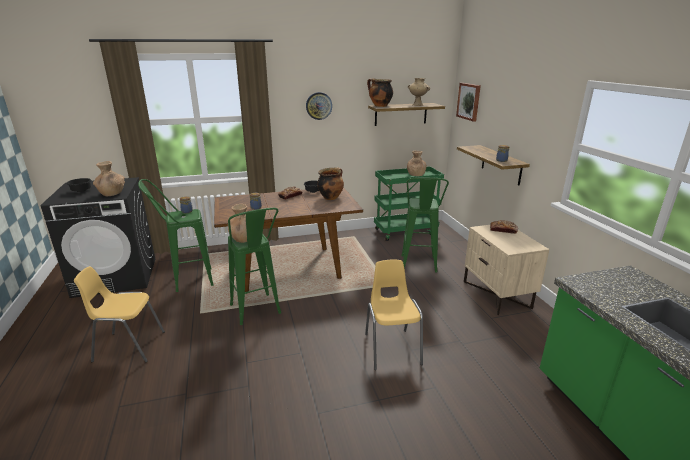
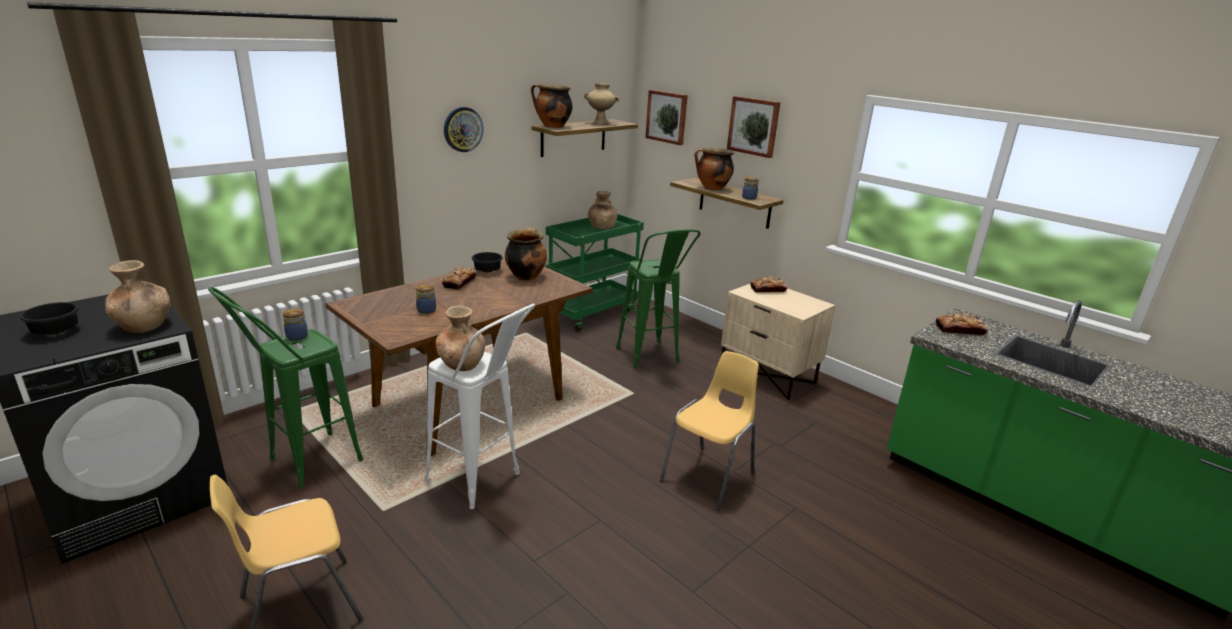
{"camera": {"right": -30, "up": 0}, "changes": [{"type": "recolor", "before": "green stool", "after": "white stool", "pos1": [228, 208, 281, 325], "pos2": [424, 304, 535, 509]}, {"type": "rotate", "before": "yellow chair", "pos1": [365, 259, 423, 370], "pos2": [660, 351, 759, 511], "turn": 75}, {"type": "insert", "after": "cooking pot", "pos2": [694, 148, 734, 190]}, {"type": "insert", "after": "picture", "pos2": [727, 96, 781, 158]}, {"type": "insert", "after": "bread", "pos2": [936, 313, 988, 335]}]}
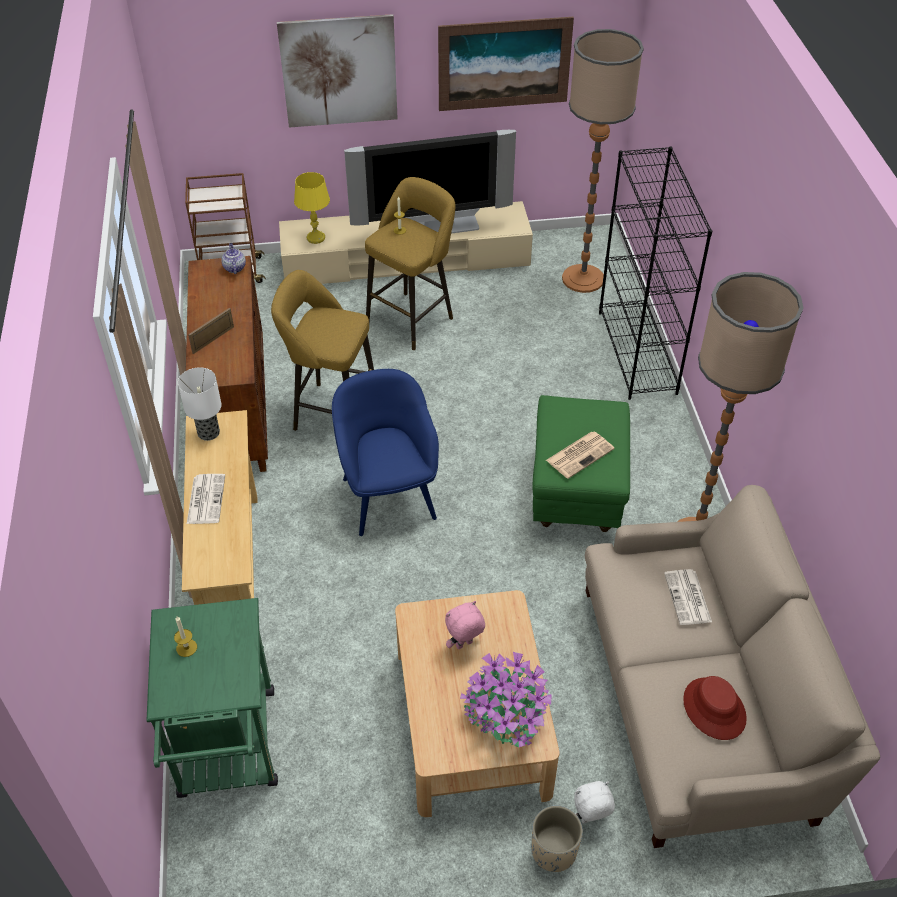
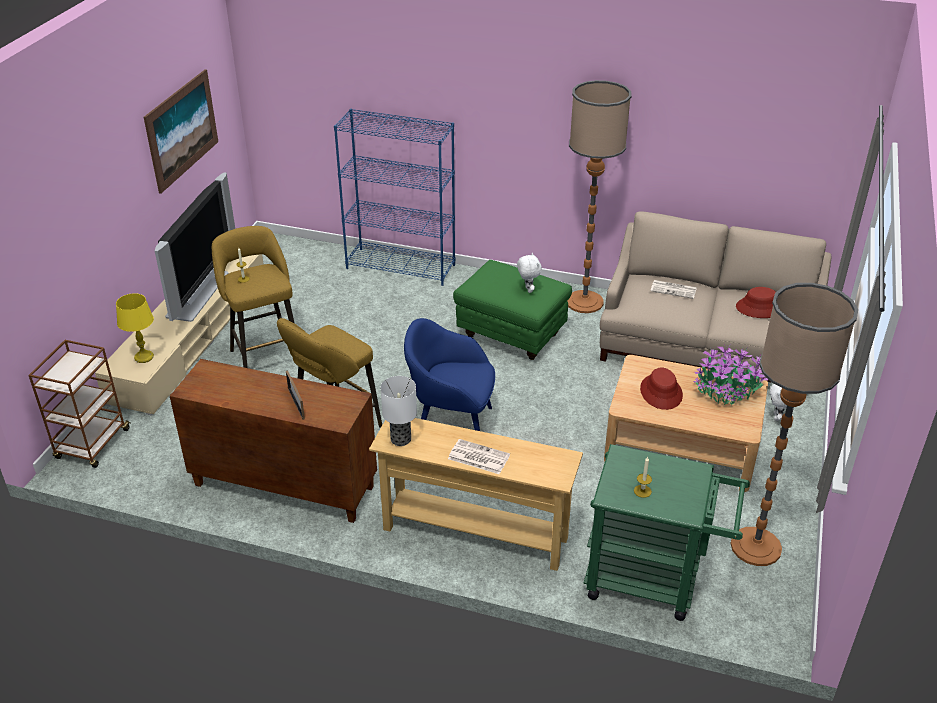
{"camera": {"right": -65, "up": -10}, "changes": [{"type": "delete", "before": "teapot", "pos1": [221, 243, 246, 274]}, {"type": "delete", "before": "picture", "pos1": [277, 14, 398, 127]}, {"type": "replace", "before": "pink plush toy", "after": "red hat", "pos1": [445, 601, 485, 649], "pos2": [640, 368, 683, 410]}, {"type": "delete", "before": "beige planter", "pos1": [531, 806, 583, 872]}, {"type": "replace", "before": "newspaper", "after": "white plush toy", "pos1": [546, 431, 614, 479], "pos2": [517, 253, 542, 293]}, {"type": "move", "before": "floor lamp", "pos1": [562, 29, 644, 293], "pos2": [730, 283, 858, 566]}, {"type": "recolor", "before": "black bookcase", "after": "blue bookcase", "pos1": [599, 146, 712, 400], "pos2": [334, 109, 455, 286]}]}
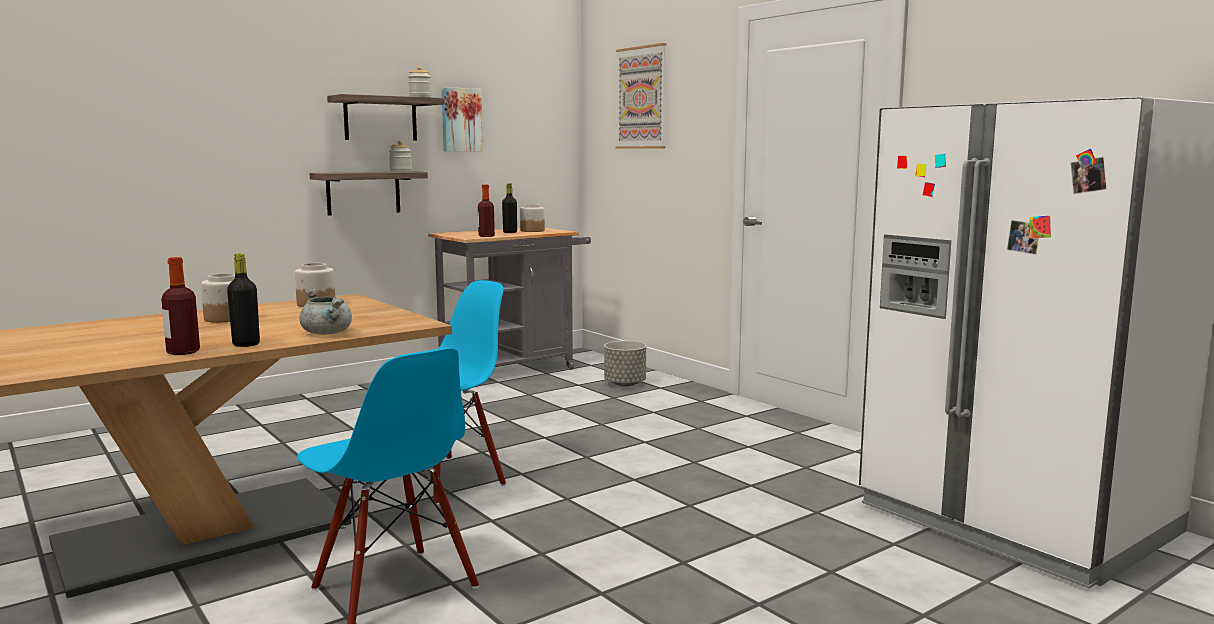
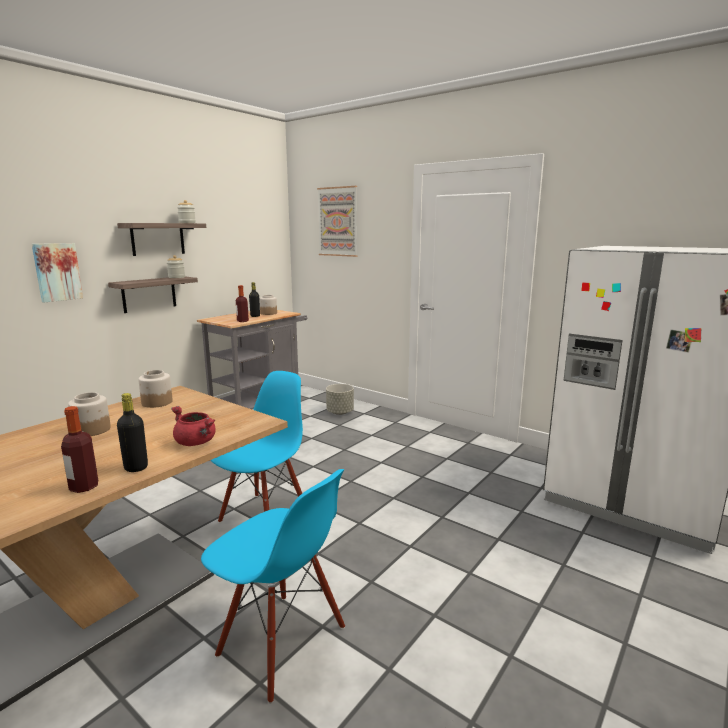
{"camera": {"right": -15, "up": 5}, "changes": [{"type": "recolor", "before": "grey cooking pot", "after": "red cooking pot", "pos1": [299, 288, 352, 334], "pos2": [171, 406, 216, 446]}, {"type": "move", "before": "picture", "pos1": [442, 87, 483, 152], "pos2": [32, 243, 83, 302]}]}
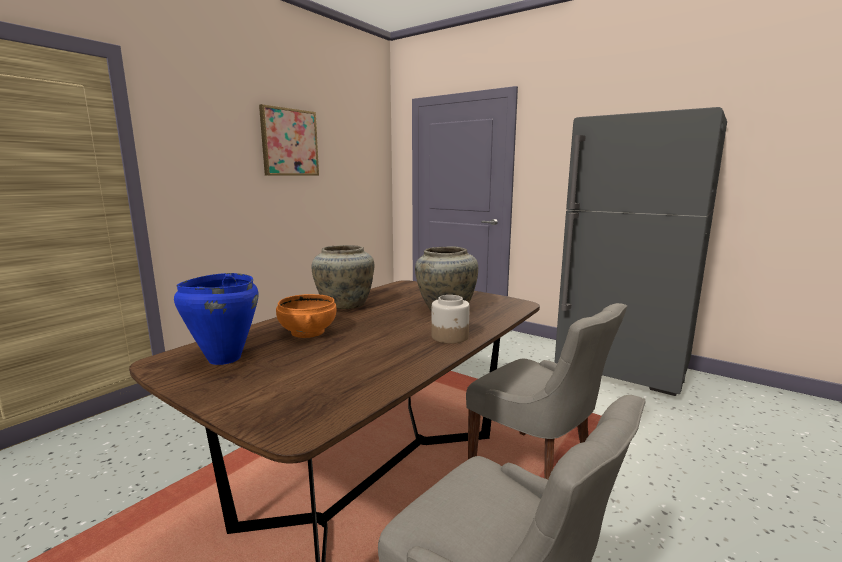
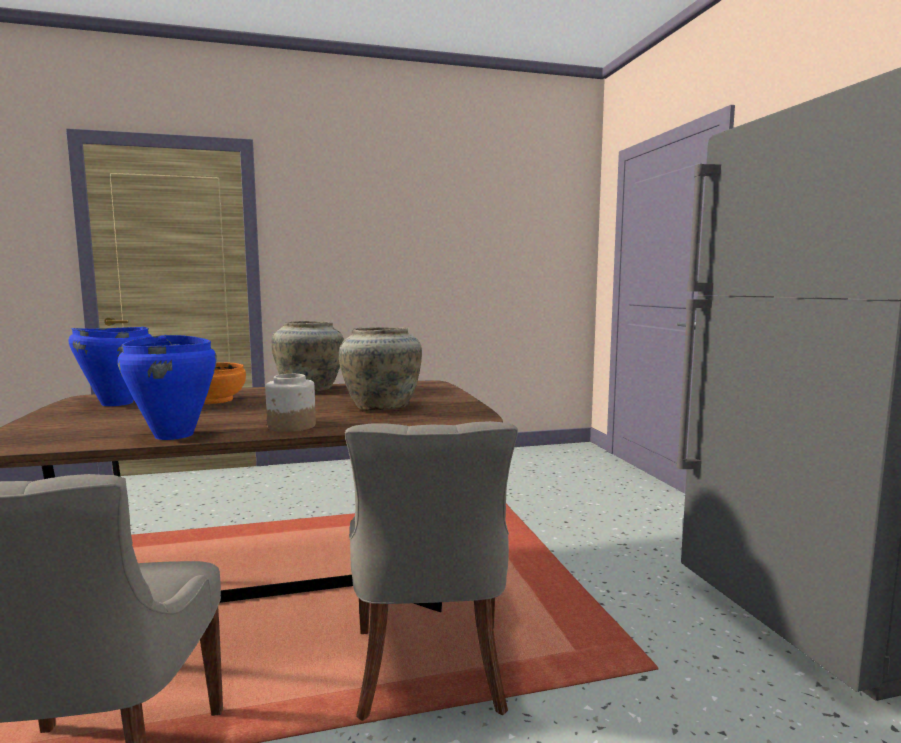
{"camera": {"right": 40, "up": -5}, "changes": [{"type": "delete", "before": "picture", "pos1": [259, 104, 319, 176]}, {"type": "insert", "after": "blue cooking pot", "pos2": [118, 335, 217, 440]}]}
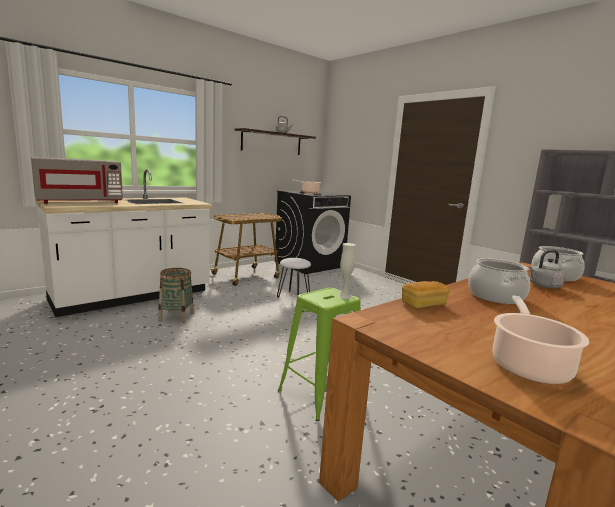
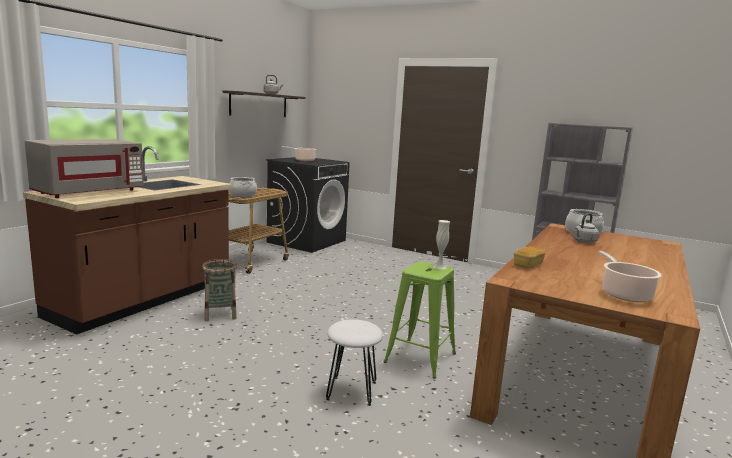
{"camera": {"right": -20, "up": 0}, "changes": [{"type": "recolor", "before": "white counter", "after": "brown counter", "pos1": [35, 169, 212, 317], "pos2": [23, 146, 233, 335]}, {"type": "move", "before": "white stool", "pos1": [277, 258, 311, 298], "pos2": [326, 319, 383, 406]}, {"type": "move", "before": "cooking pot", "pos1": [468, 258, 530, 304], "pos2": [229, 177, 257, 197]}]}
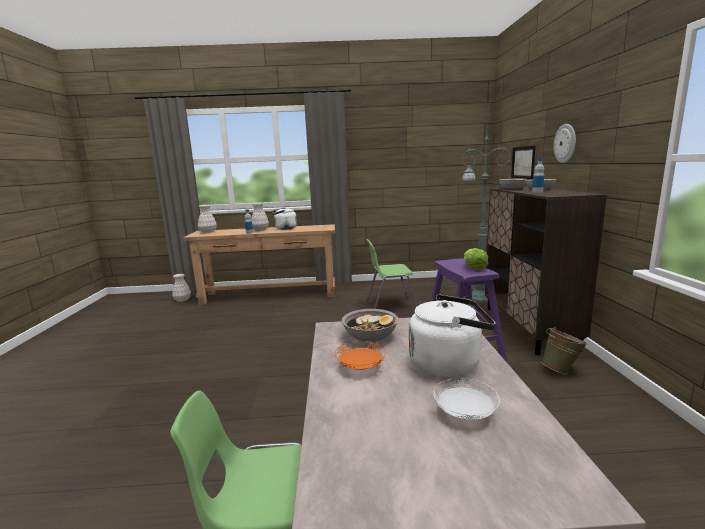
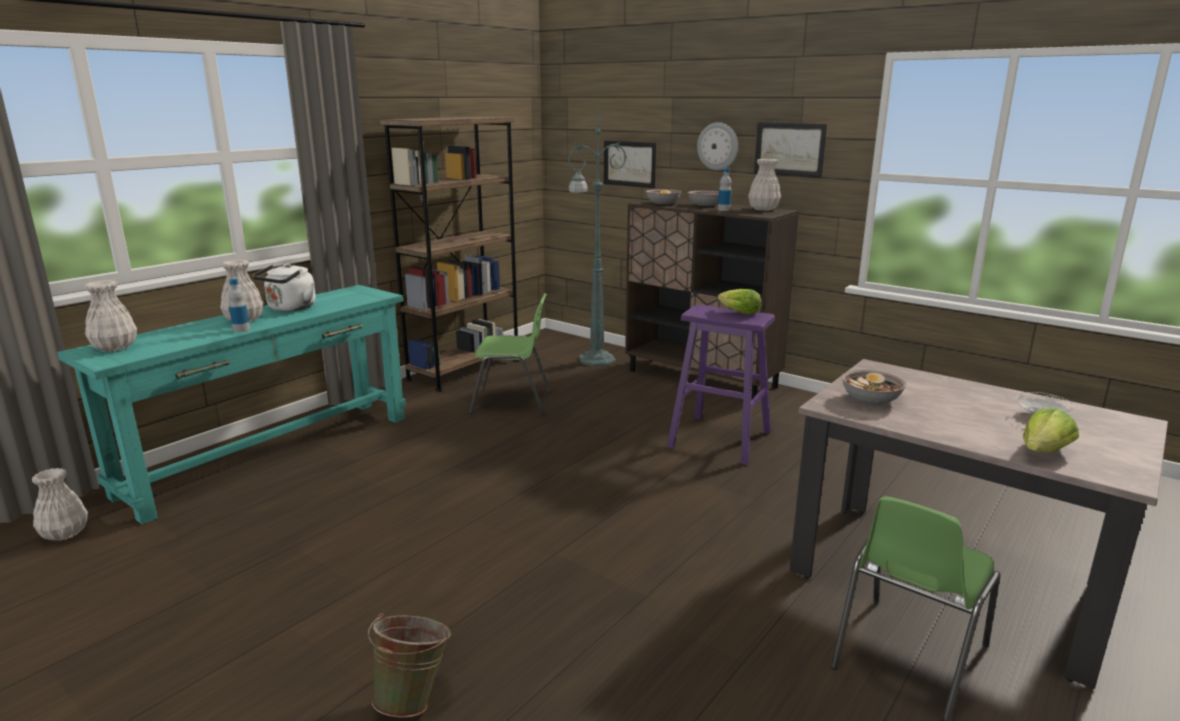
{"camera": {"right": -50, "up": 5}, "changes": [{"type": "recolor", "before": "brown console table", "after": "turquoise console table", "pos1": [183, 224, 335, 304], "pos2": [57, 285, 406, 525]}, {"type": "delete", "before": "orange plate", "pos1": [335, 341, 386, 370]}, {"type": "rotate", "before": "green chair", "pos1": [366, 239, 418, 309], "pos2": [469, 293, 551, 415], "turn": -120}, {"type": "delete", "before": "white kettle", "pos1": [409, 294, 496, 377]}, {"type": "move", "before": "green bucket", "pos1": [541, 327, 588, 374], "pos2": [368, 613, 451, 718]}, {"type": "insert", "after": "brown bookcase", "pos2": [380, 117, 520, 392]}, {"type": "insert", "after": "white vase", "pos2": [748, 159, 781, 211]}, {"type": "insert", "after": "picture", "pos2": [754, 122, 827, 177]}, {"type": "insert", "after": "lettuce", "pos2": [1023, 408, 1079, 453]}]}
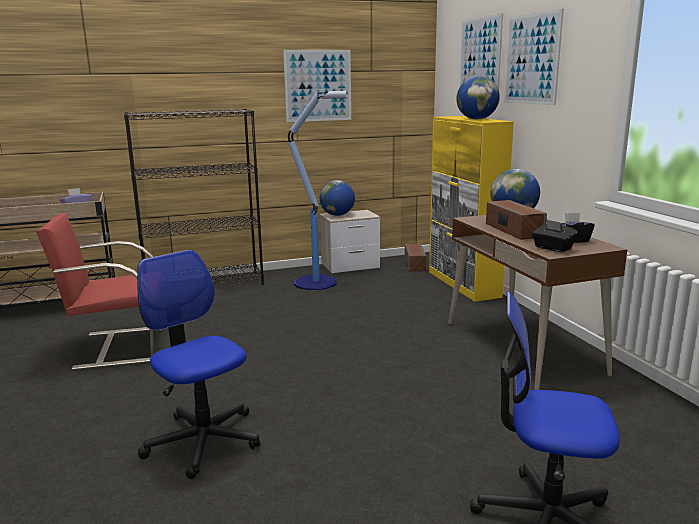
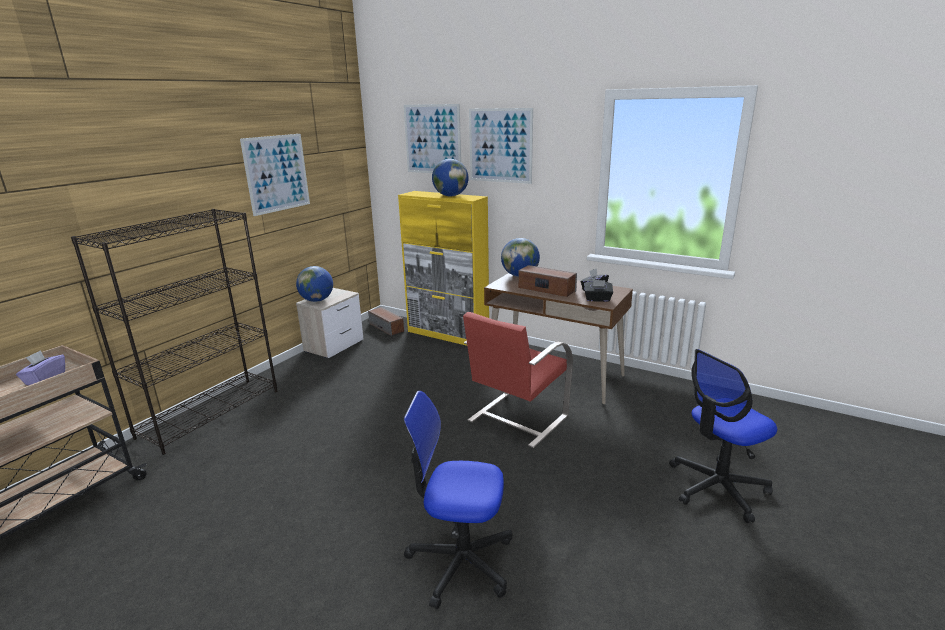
{"camera": {"right": -40, "up": 5}, "changes": [{"type": "move", "before": "red chair", "pos1": [36, 213, 154, 370], "pos2": [463, 312, 573, 448]}, {"type": "delete", "before": "floor lamp", "pos1": [288, 91, 348, 290]}]}
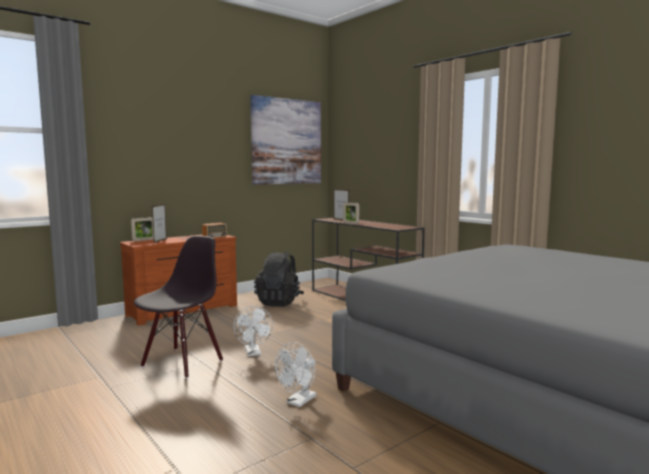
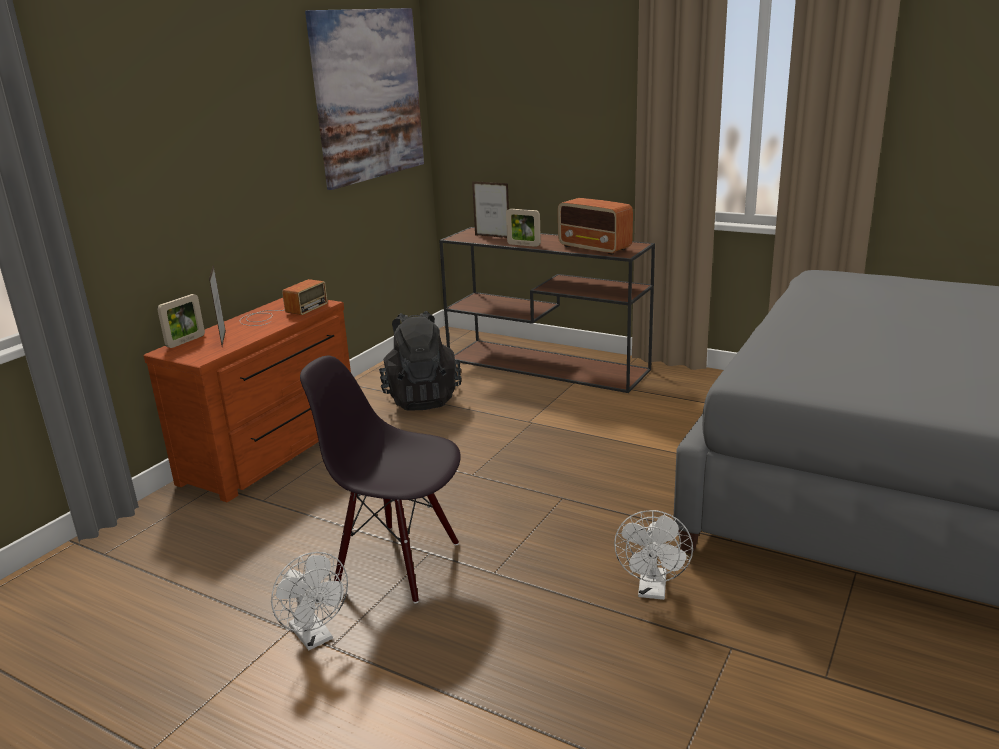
{"camera": {"right": -20, "up": 15}, "changes": [{"type": "rotate", "before": "black chair", "pos1": [134, 236, 223, 378], "pos2": [300, 356, 461, 603], "turn": -75}, {"type": "move", "before": "white fan", "pos1": [233, 306, 273, 356], "pos2": [271, 552, 348, 650]}, {"type": "insert", "after": "radio", "pos2": [558, 198, 633, 255]}]}
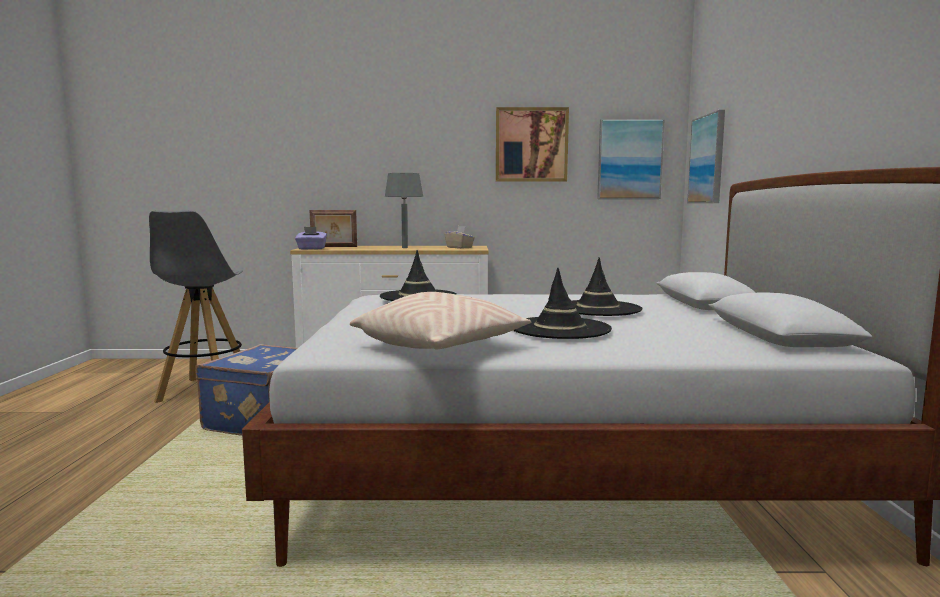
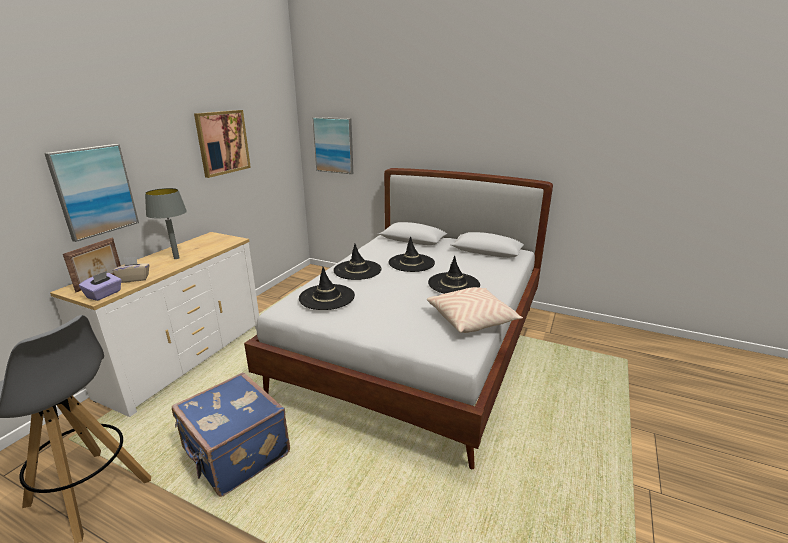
{"camera": {"right": -65, "up": 15}, "changes": [{"type": "move", "before": "beige tissue box", "pos1": [444, 226, 475, 249], "pos2": [112, 257, 150, 283]}, {"type": "move", "before": "picture", "pos1": [597, 119, 665, 199], "pos2": [44, 144, 139, 242]}, {"type": "insert", "after": "black hat", "pos2": [333, 244, 382, 280]}]}
